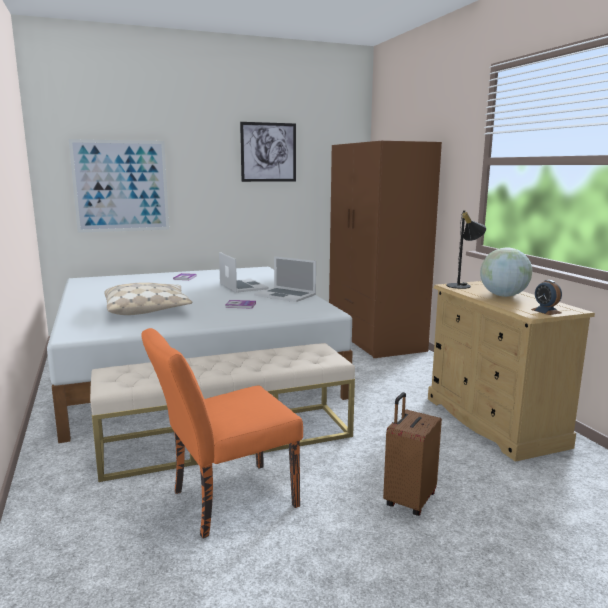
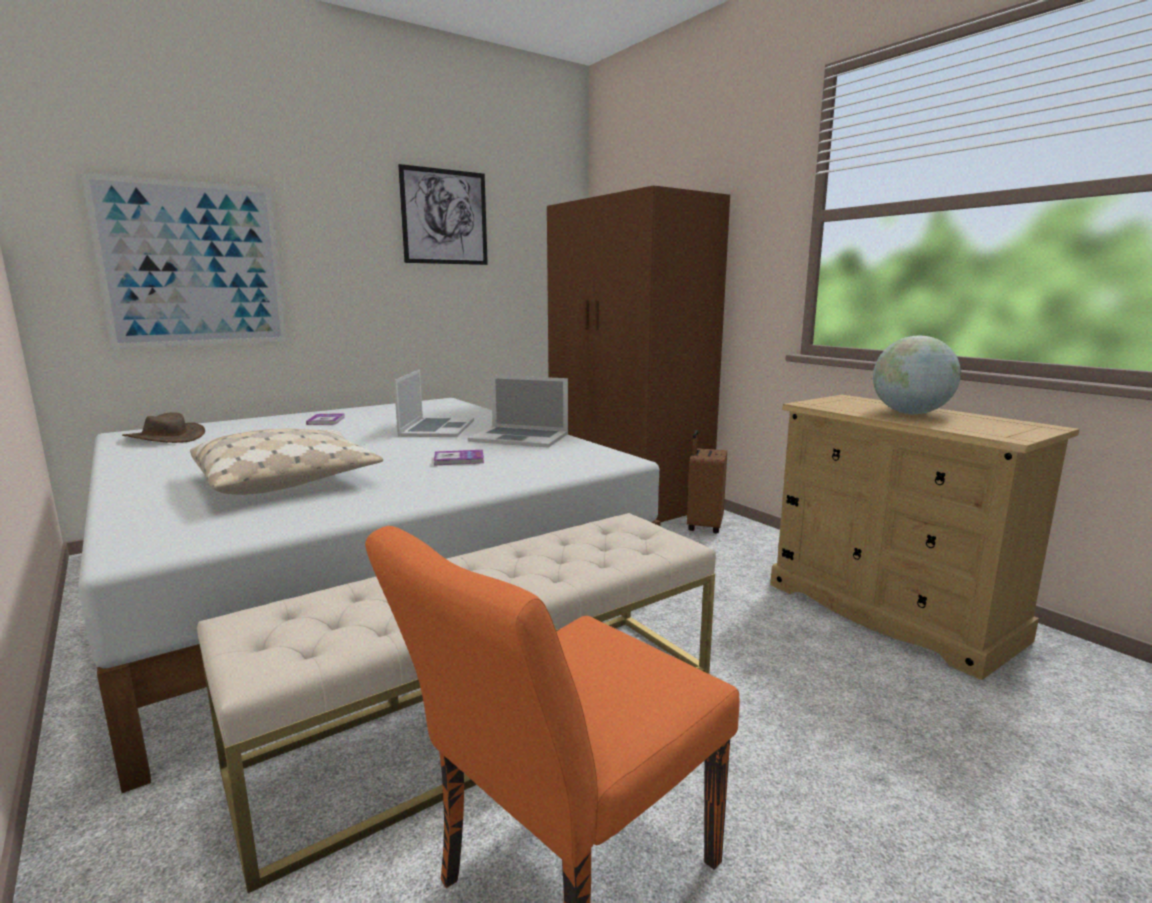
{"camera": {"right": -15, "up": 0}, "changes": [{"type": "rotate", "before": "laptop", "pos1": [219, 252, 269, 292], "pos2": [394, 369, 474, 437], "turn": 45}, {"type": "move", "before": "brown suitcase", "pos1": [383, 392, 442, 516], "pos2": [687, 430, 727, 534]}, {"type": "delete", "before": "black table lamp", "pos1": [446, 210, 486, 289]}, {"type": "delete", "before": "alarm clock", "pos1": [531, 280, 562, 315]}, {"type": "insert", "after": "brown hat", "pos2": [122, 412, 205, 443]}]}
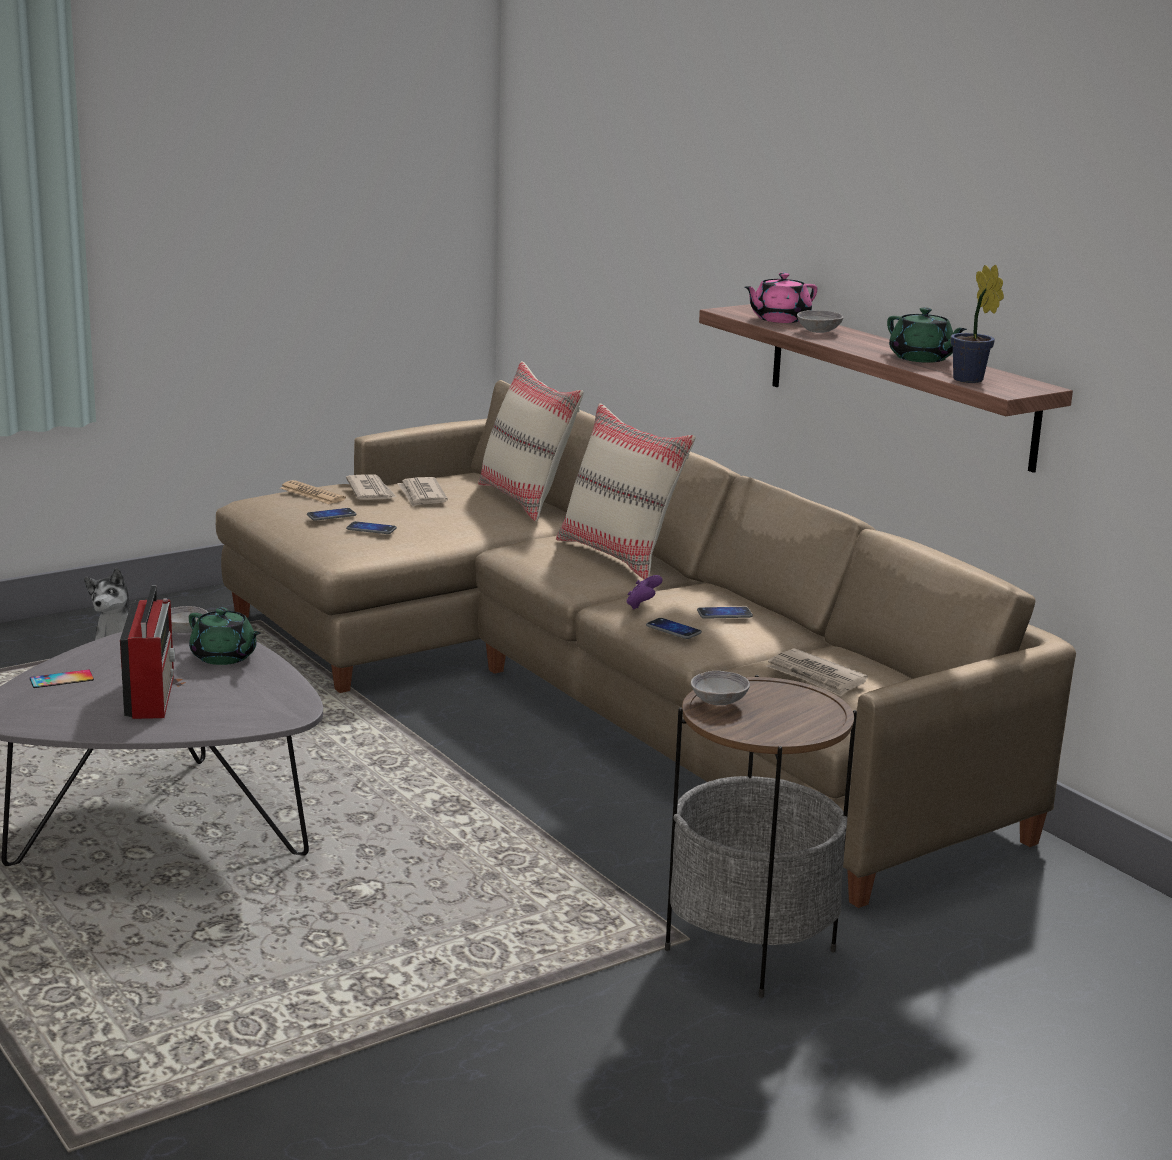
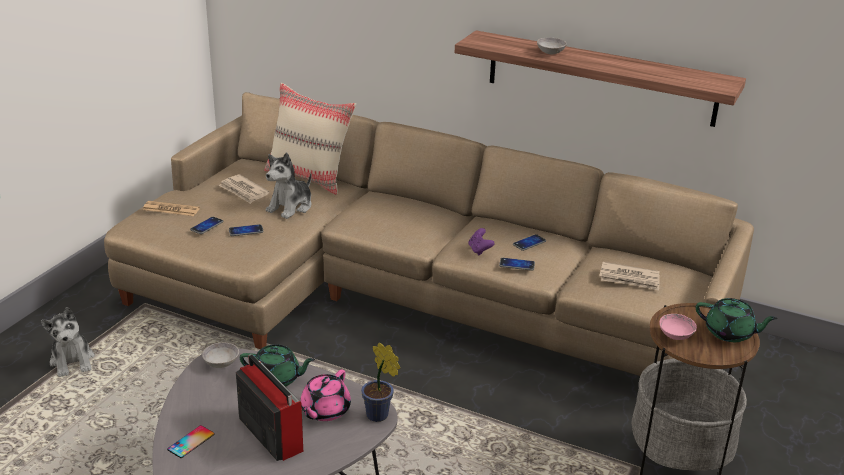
{"camera": {"right": -30, "up": 10}, "changes": [{"type": "delete", "before": "newspaper", "pos1": [346, 474, 396, 500]}, {"type": "delete", "before": "beige pillow", "pos1": [556, 403, 696, 580]}, {"type": "recolor", "before": "grey bowl", "after": "pink bowl", "pos1": [691, 671, 750, 705], "pos2": [659, 314, 697, 340]}, {"type": "move", "before": "pink teapot", "pos1": [744, 273, 817, 323], "pos2": [300, 370, 351, 421]}, {"type": "move", "before": "green teapot", "pos1": [887, 307, 967, 363], "pos2": [696, 298, 778, 342]}, {"type": "move", "before": "potted plant", "pos1": [950, 265, 1004, 383], "pos2": [361, 343, 400, 422]}, {"type": "insert", "after": "plush toy", "pos2": [266, 152, 312, 219]}]}
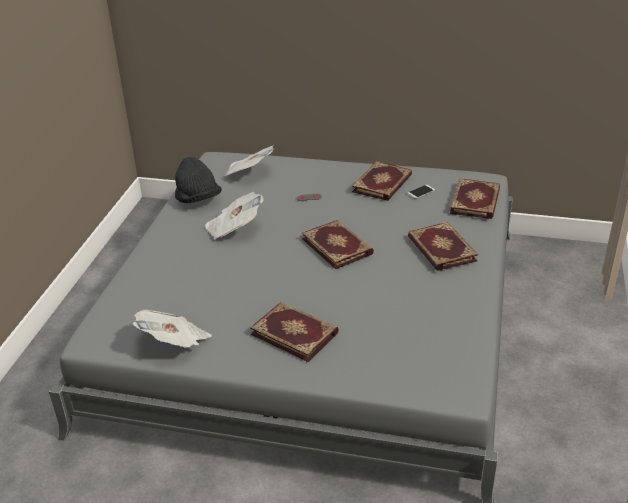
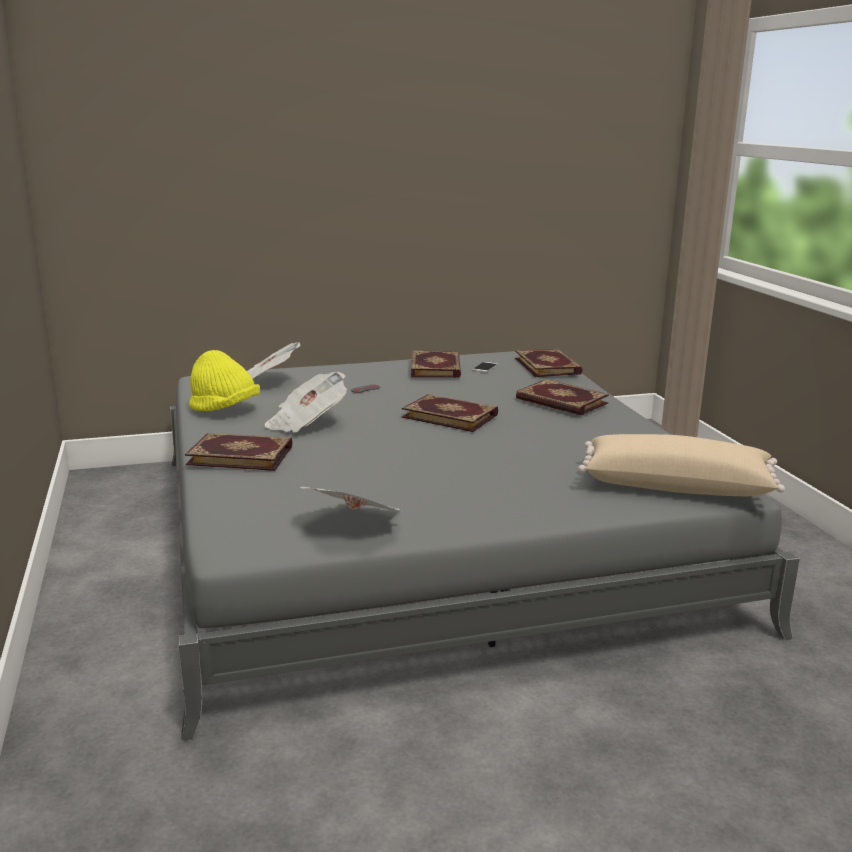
{"camera": {"right": -30, "up": -15}, "changes": [{"type": "recolor", "before": "black hat", "after": "yellow hat", "pos1": [175, 157, 222, 203], "pos2": [189, 350, 260, 411]}, {"type": "move", "before": "book", "pos1": [250, 302, 339, 362], "pos2": [185, 433, 292, 471]}, {"type": "insert", "after": "beige pillow", "pos2": [578, 434, 785, 496]}]}
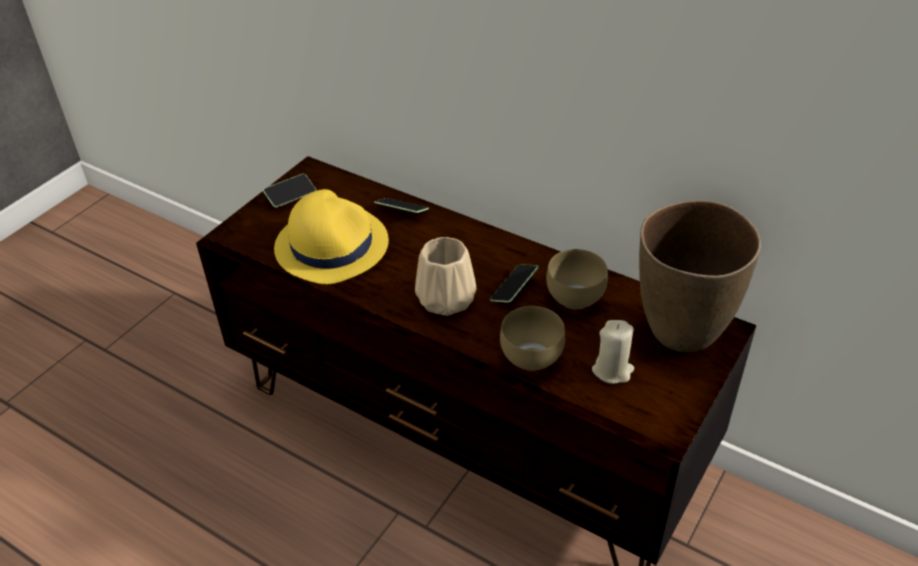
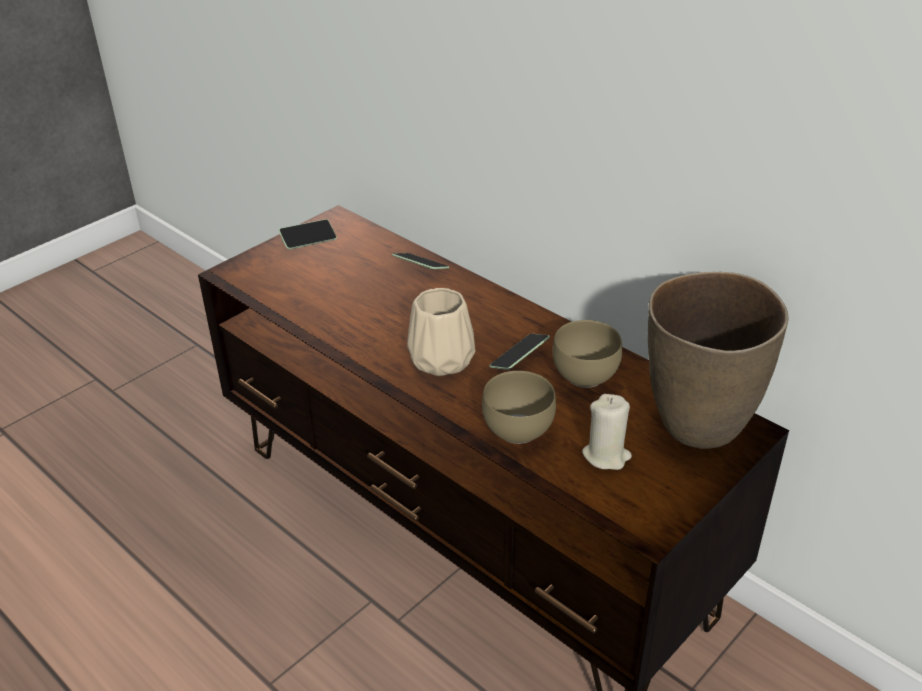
{"camera": {"right": 10, "up": -5}, "changes": [{"type": "delete", "before": "yellow hat", "pos1": [274, 189, 389, 284]}]}
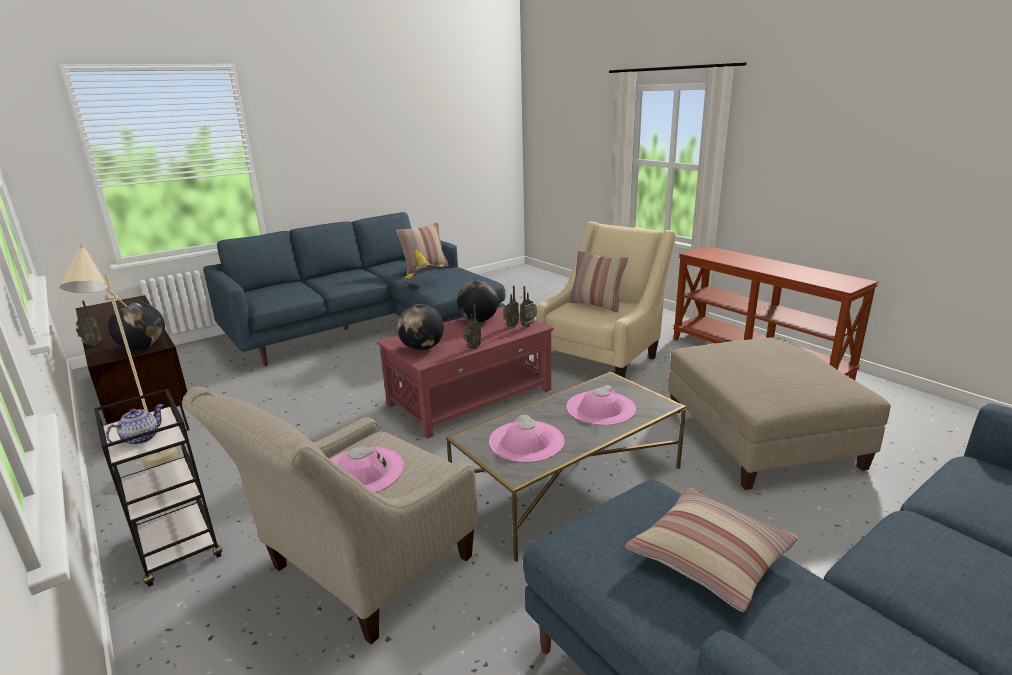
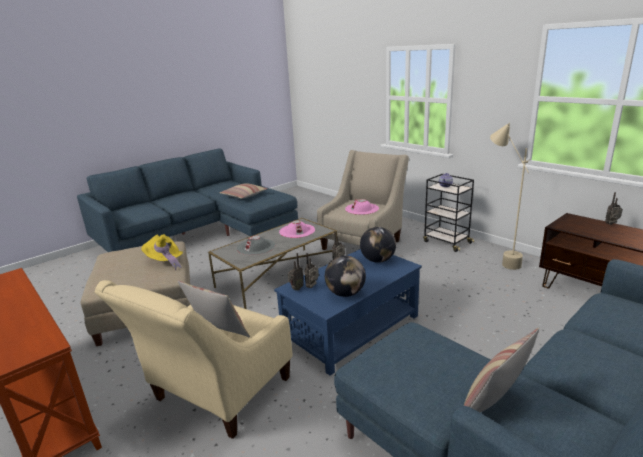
{"camera": {"right": 175, "up": 0}, "changes": [{"type": "delete", "before": "globe", "pos1": [108, 302, 165, 350]}, {"type": "recolor", "before": "red coffee table", "after": "blue coffee table", "pos1": [377, 306, 554, 439], "pos2": [274, 249, 422, 375]}, {"type": "move", "before": "yellow hat", "pos1": [404, 250, 444, 280], "pos2": [141, 234, 183, 270]}, {"type": "recolor", "before": "pink hat", "after": "grey hat", "pos1": [566, 384, 636, 425], "pos2": [237, 236, 275, 255]}]}
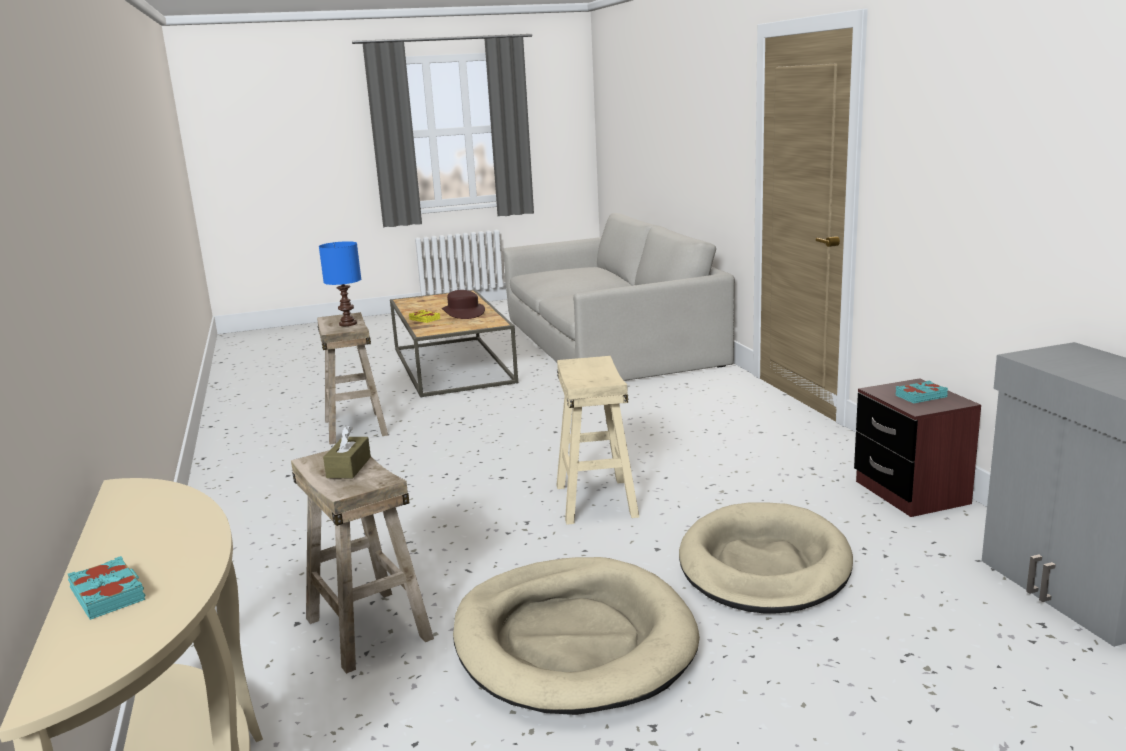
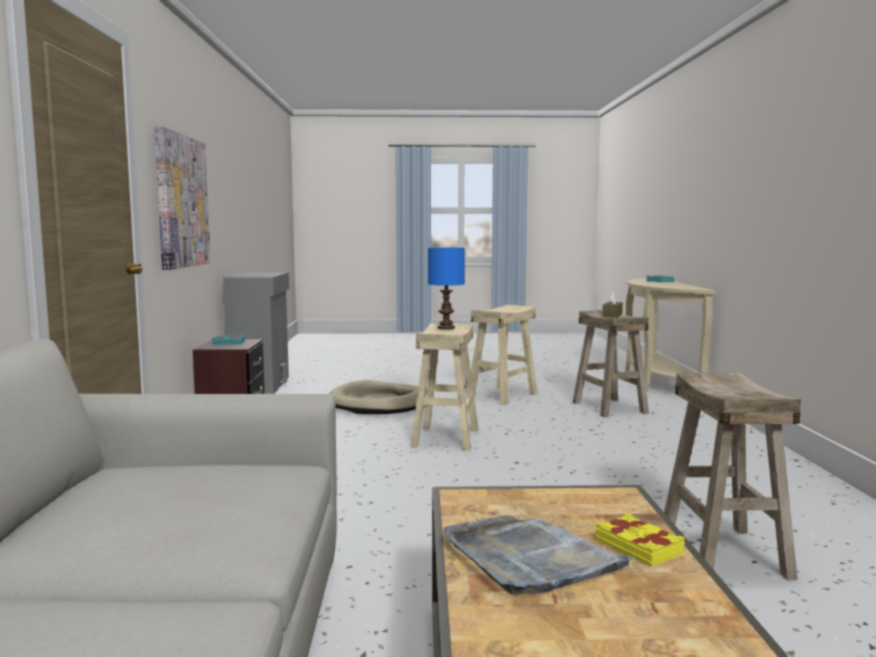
{"camera": {"right": -165, "up": -10}, "changes": [{"type": "move", "before": "blue table lamp", "pos1": [319, 241, 361, 326], "pos2": [428, 247, 465, 329]}, {"type": "replace", "before": "brown hat", "after": "grey tray", "pos1": [442, 290, 485, 319], "pos2": [443, 515, 637, 595]}, {"type": "replace", "before": "beige dog bed", "after": "beige stool", "pos1": [453, 557, 700, 715], "pos2": [471, 305, 538, 405]}, {"type": "insert", "after": "picture", "pos2": [154, 126, 211, 270]}]}
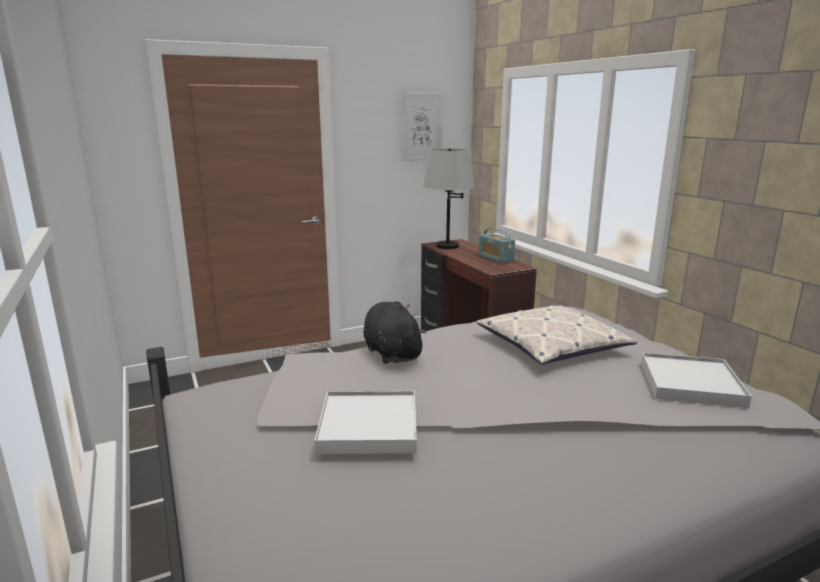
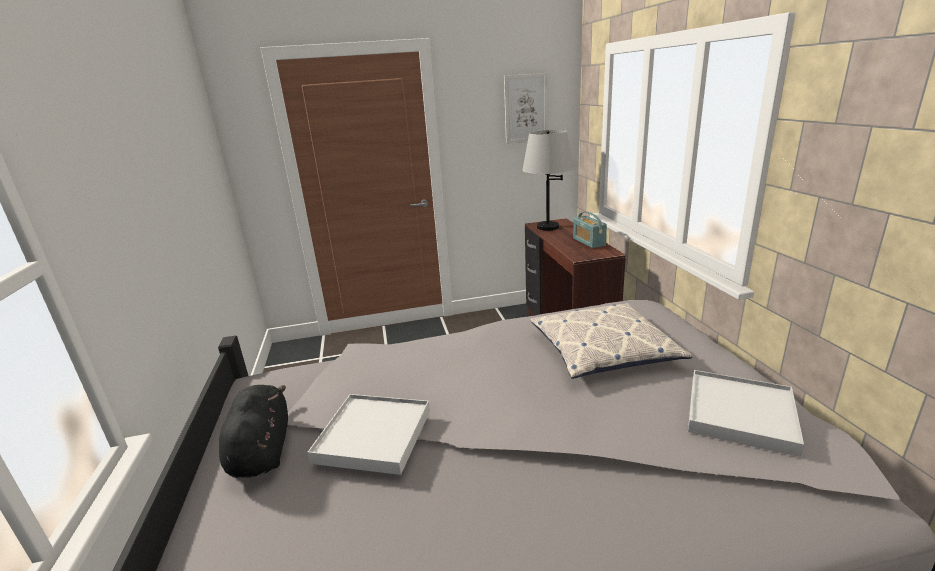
{"camera": {"right": 15, "up": 5}, "changes": [{"type": "move", "before": "black plush toy", "pos1": [364, 301, 427, 364], "pos2": [219, 385, 288, 478]}]}
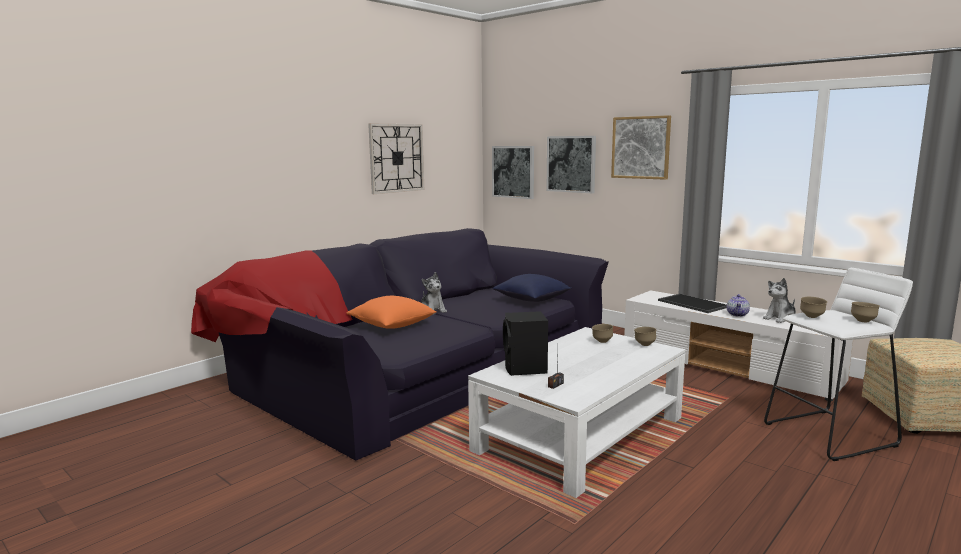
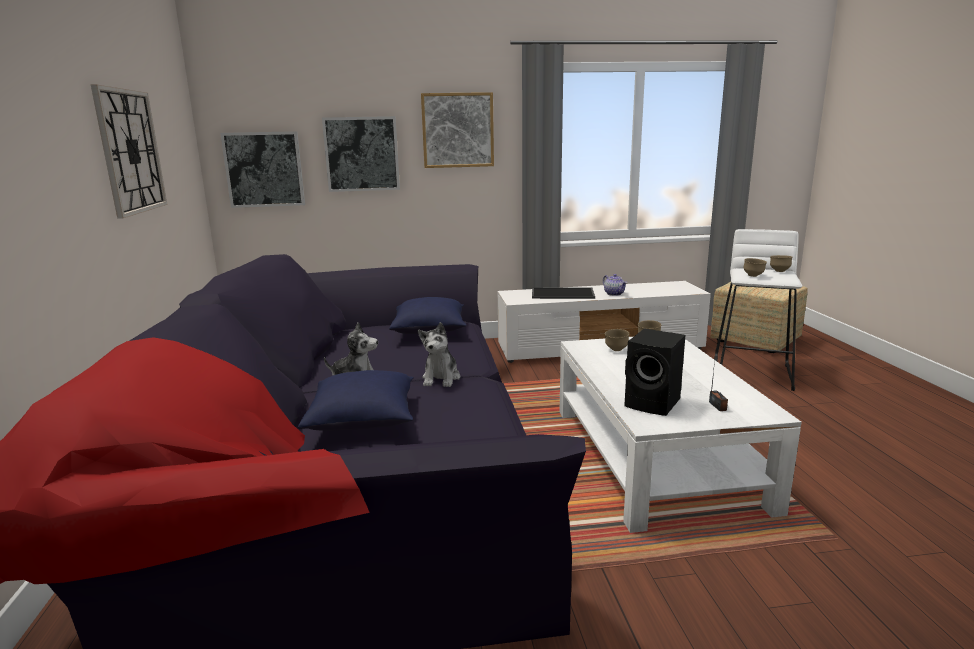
{"camera": {"right": -50, "up": 5}, "changes": [{"type": "recolor", "before": "orange pillow", "after": "blue pillow", "pos1": [347, 296, 437, 329], "pos2": [298, 370, 414, 431]}, {"type": "move", "before": "plush toy", "pos1": [763, 278, 796, 323], "pos2": [418, 322, 460, 387]}]}
